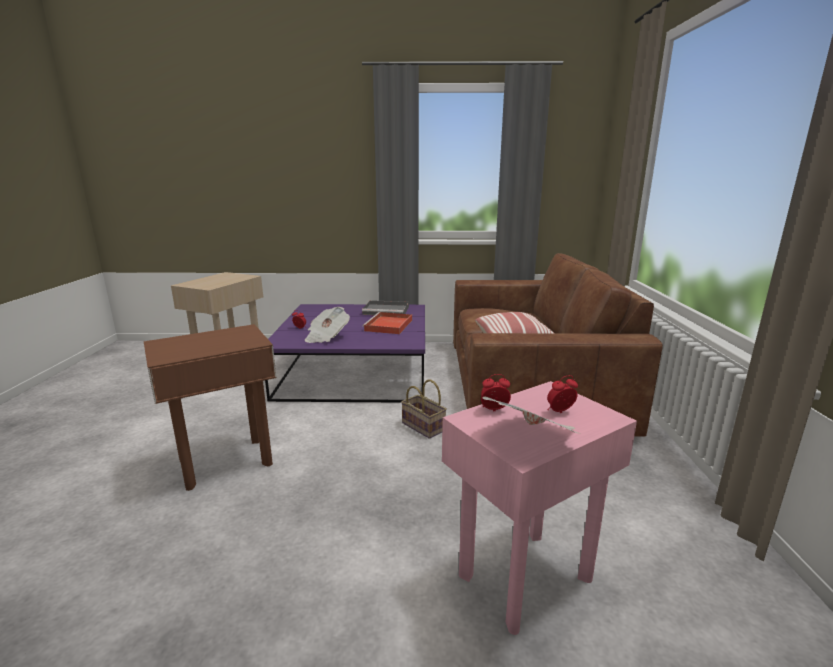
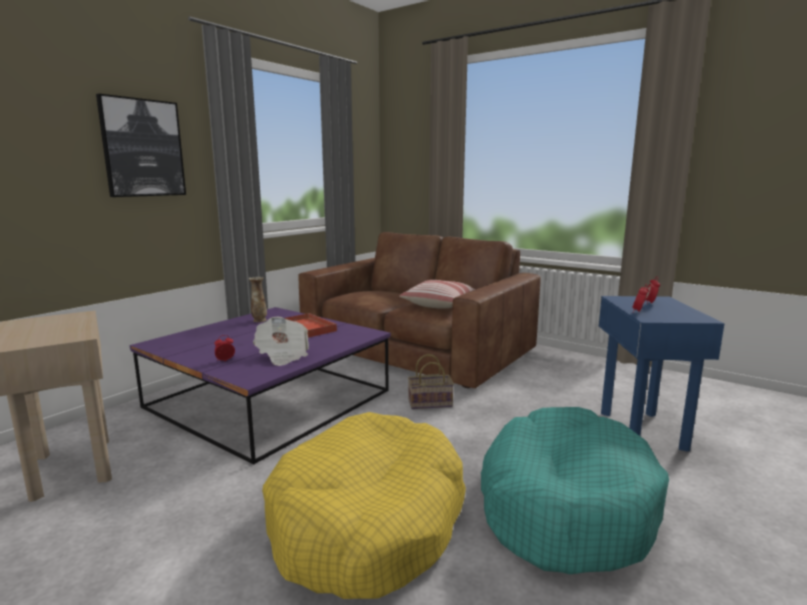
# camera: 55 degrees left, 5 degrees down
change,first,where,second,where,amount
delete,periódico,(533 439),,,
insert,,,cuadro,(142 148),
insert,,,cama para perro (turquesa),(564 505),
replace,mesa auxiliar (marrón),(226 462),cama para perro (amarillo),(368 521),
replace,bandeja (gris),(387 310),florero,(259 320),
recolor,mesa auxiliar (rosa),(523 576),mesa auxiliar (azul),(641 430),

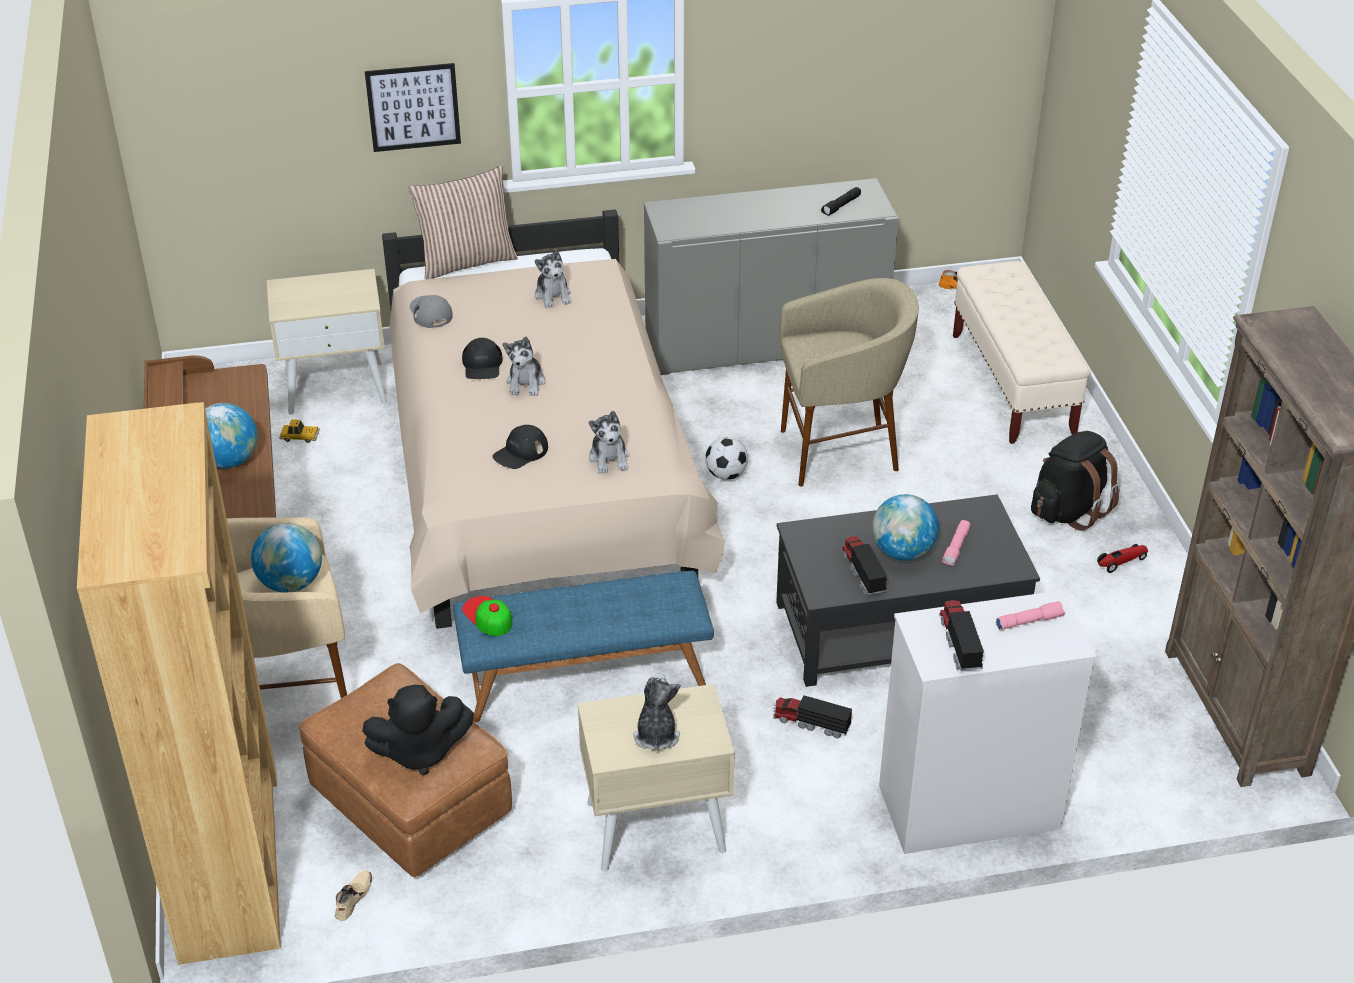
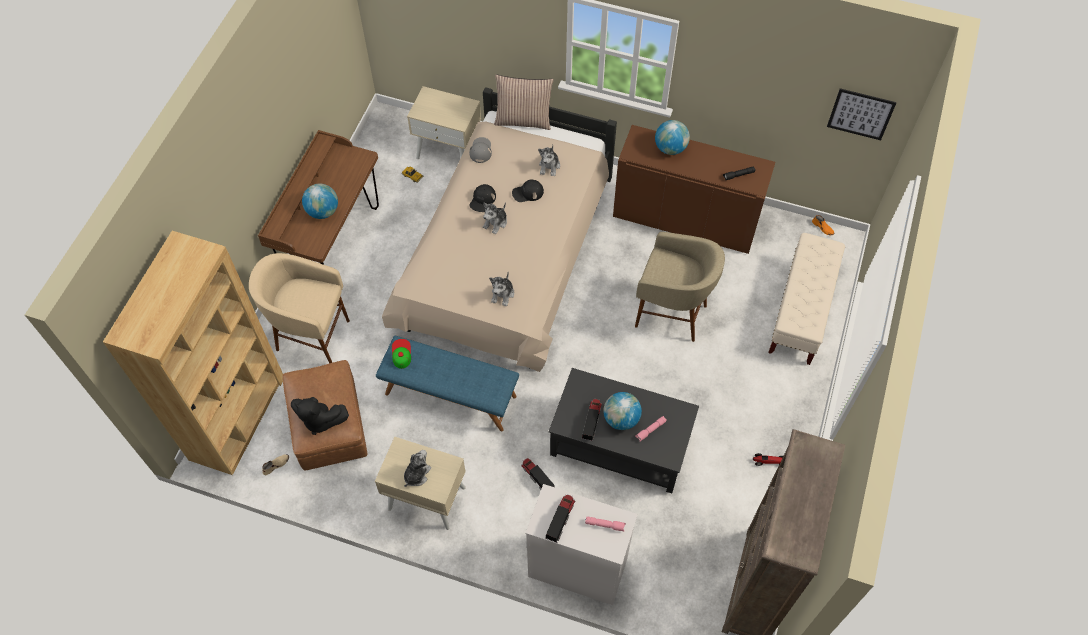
# camera: 30 degrees right, 20 degrees up
change,first,where,second,where,amount
delete,balón de fútbol,(726 475),,,
delete,mochila (negro),(1068 510),,,
move,globo terráqueo,(291 583),,(670 148),
move,cuadro,(413 107),,(860 114),
move,gorra (negro),(520 452),,(527 193),
recolor,armario (gris),(765 342),armario (marrón),(685 219),

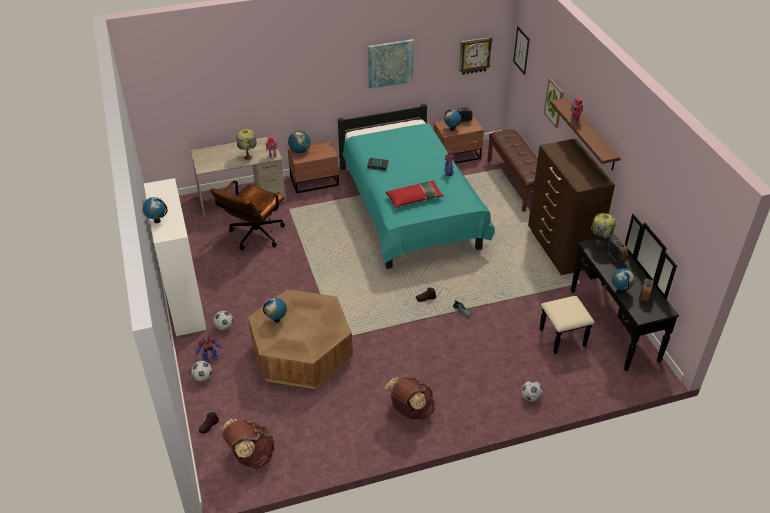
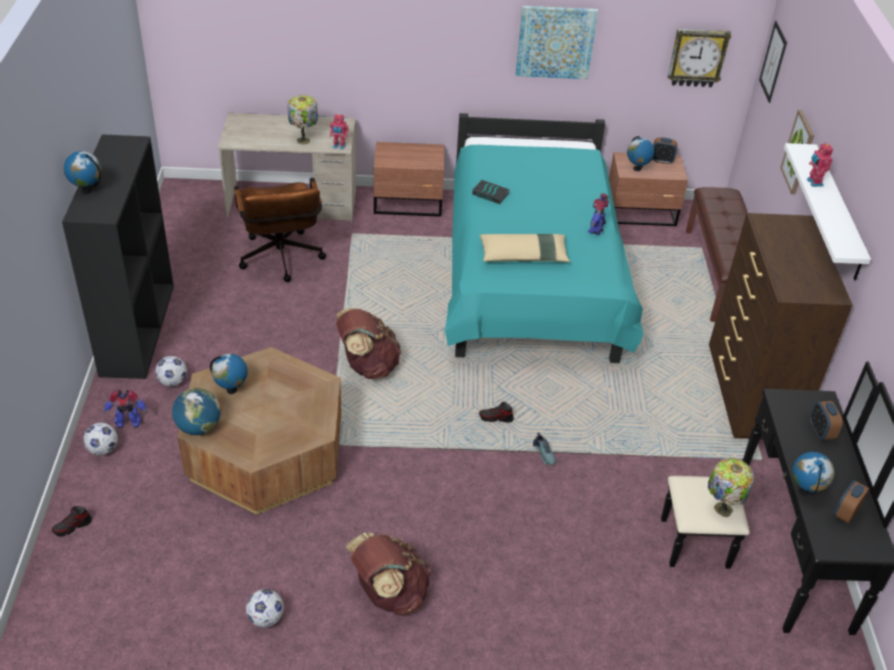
# camera: 15 degrees right, 0 degrees up
change,first,where,second,where,amount
move,mochila (marrón),(250 456),,(367 366),
move,globo terráqueo,(300 151),,(198 427),
move,balón de fútbol,(530 397),,(265 618),
move,lámpara de mesa,(599 243),,(721 509),
recolor,estantería (blanco),(184 301),estantería (negro),(137 328),
recolor,cojín (rojo),(414 198),cojín (beis),(523 255),
recolor,estante (marrón),(590 134),estante (blanco),(837 212),
rotate,silla de oficina (marrón),(253 237),,(281 261),60 degrees counterclockwise

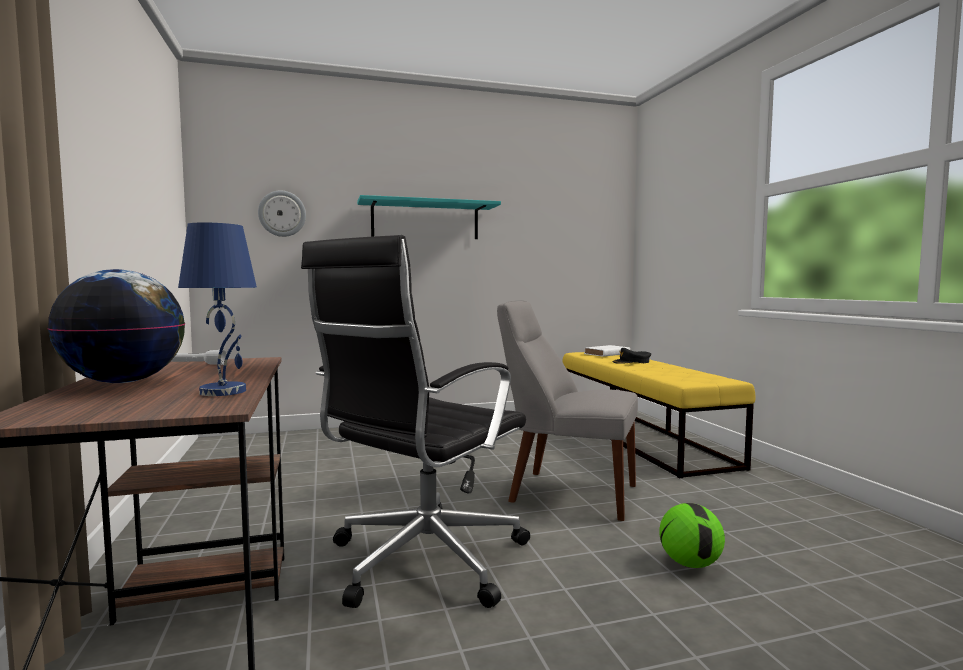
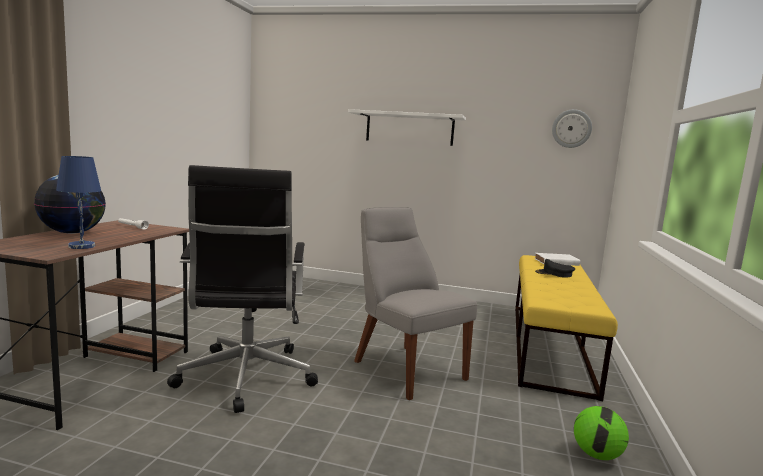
# camera: 30 degrees right, 5 degrees up
change,first,where,second,where,amount
move,reloj de pared,(282 213),,(571 128),
move,balón de fútbol,(690 564),,(596 455),
recolor,estante (turquesa),(425 221),estante (blanco),(409 129),
rotate,silla de oficina (negro),(422 561),,(245 378),75 degrees counterclockwise

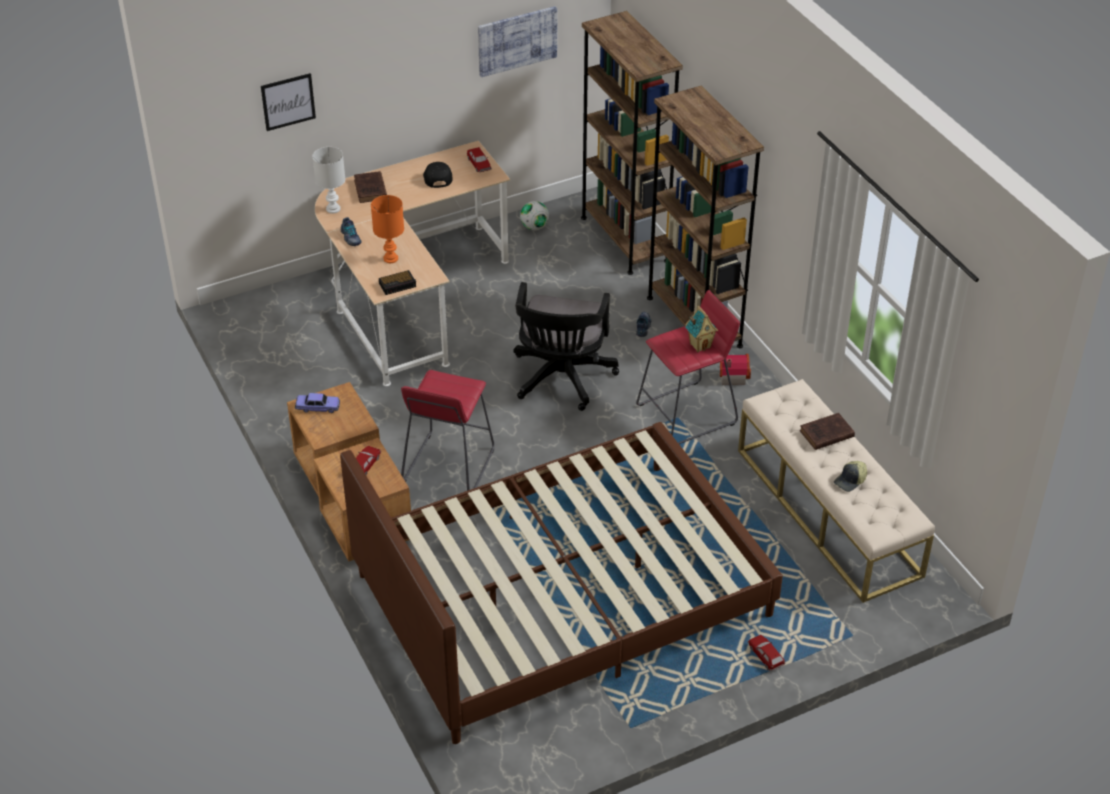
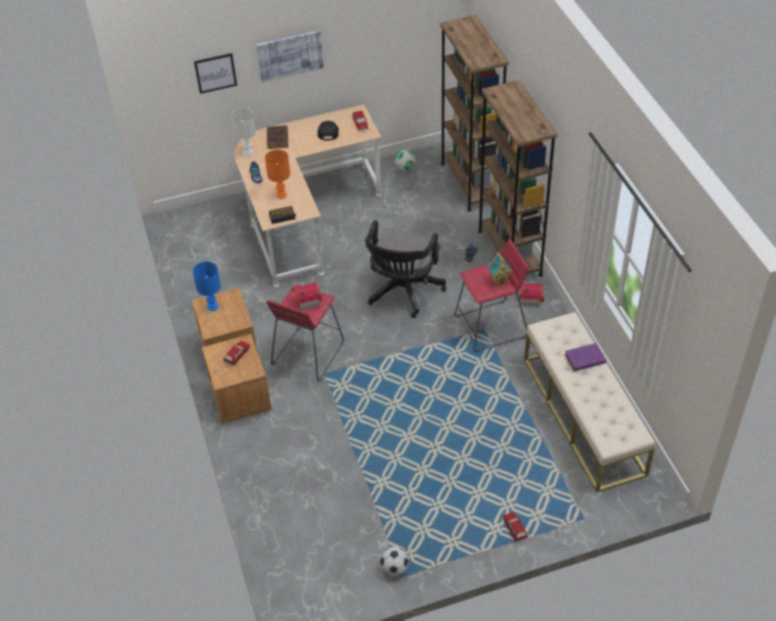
# camera: 10 degrees right, 5 degrees up
change,first,where,second,where,amount
delete,cama (marrón),(562 594),,,
delete,gorra,(850 481),,,
insert,,,casita,(306 300),
insert,,,balón de fútbol,(394 568),
move,cuadro,(517 40),,(290 55),
replace,coche de juguete,(317 407),lámpara de mesa (azul),(212 306),
recolor,libro (marrón),(825 434),libro (morado),(584 359),

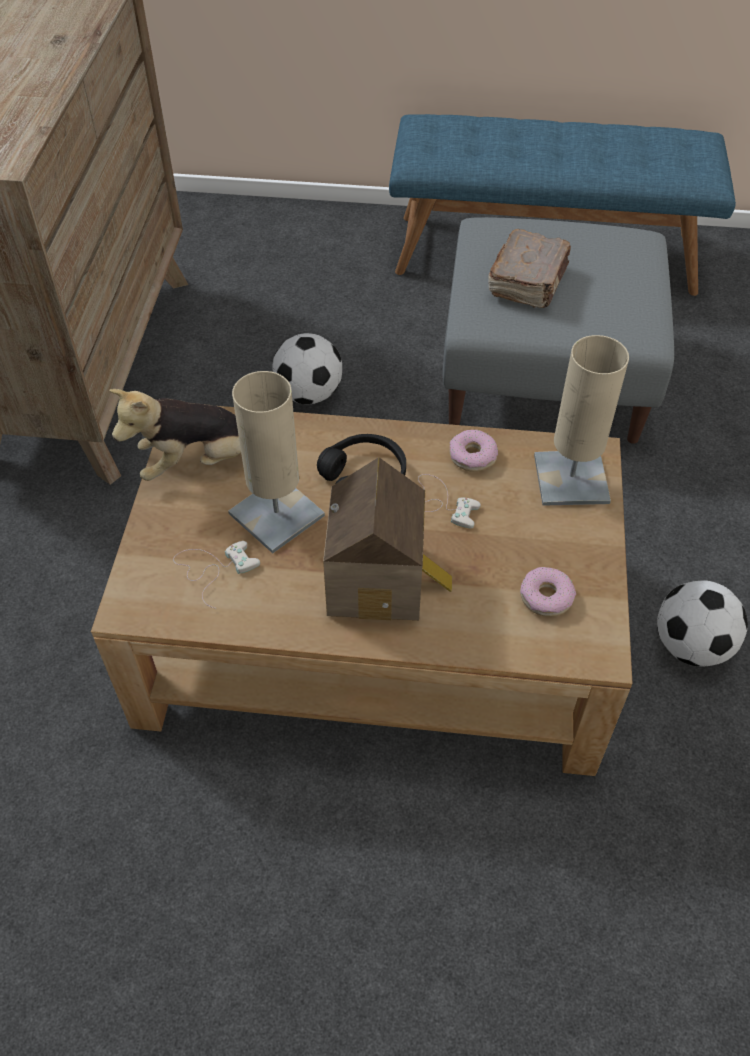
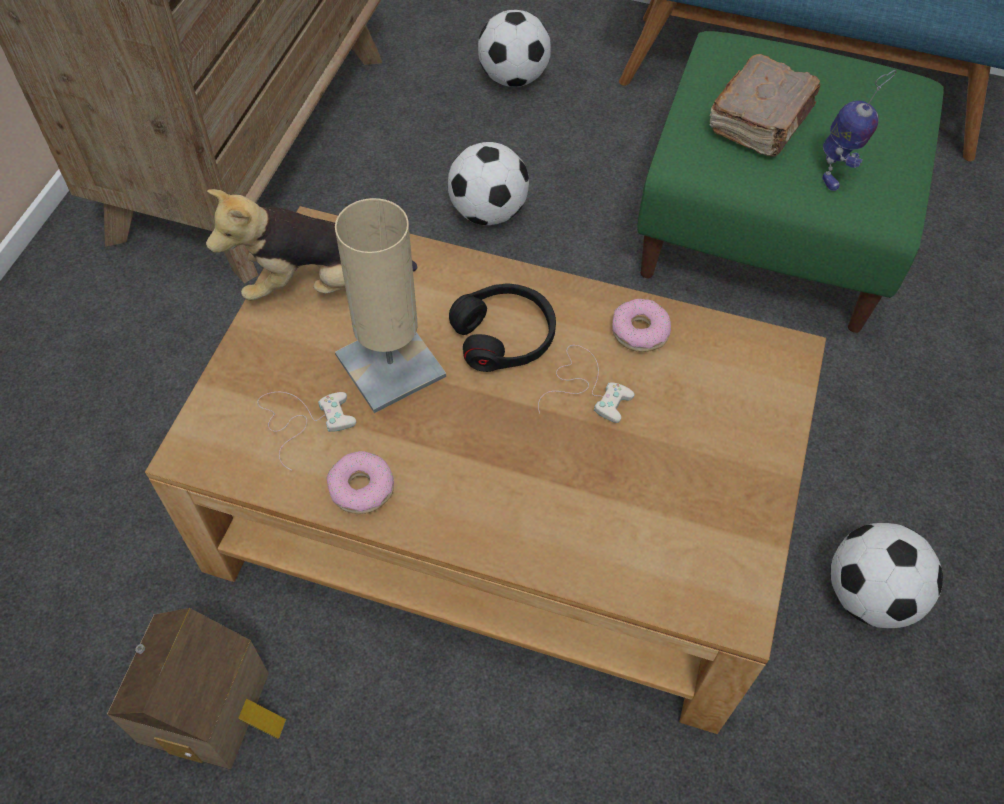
# camera: 10 degrees right, 5 degrees up
change,first,where,second,where,amount
delete,lámpara de mesa (beis),(571 479),,,
insert,,,balón de fútbol,(513 78),
insert,,,robot de juguete,(835 172),
move,casita,(381 580),,(211 708),
move,rosquilla,(546 597),,(361 488),
recolor,puf (gris),(546 374),puf (verde),(768 230),

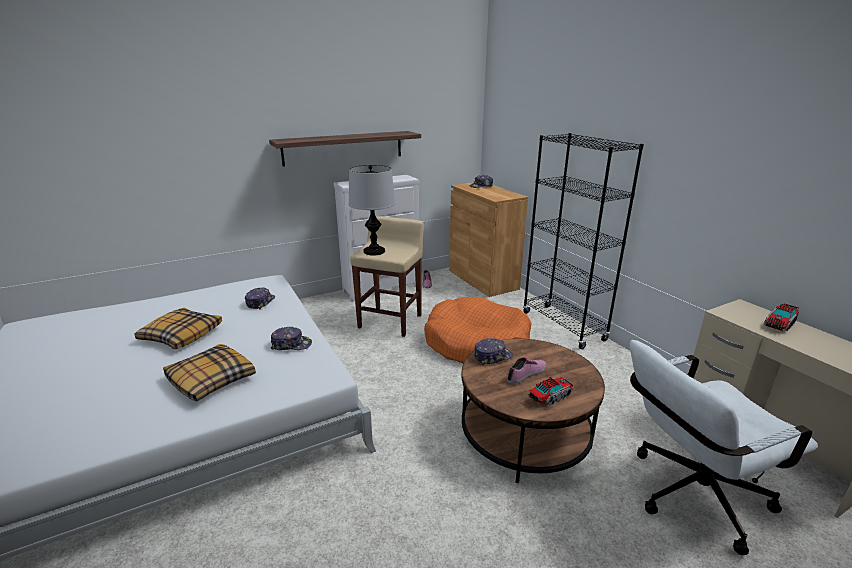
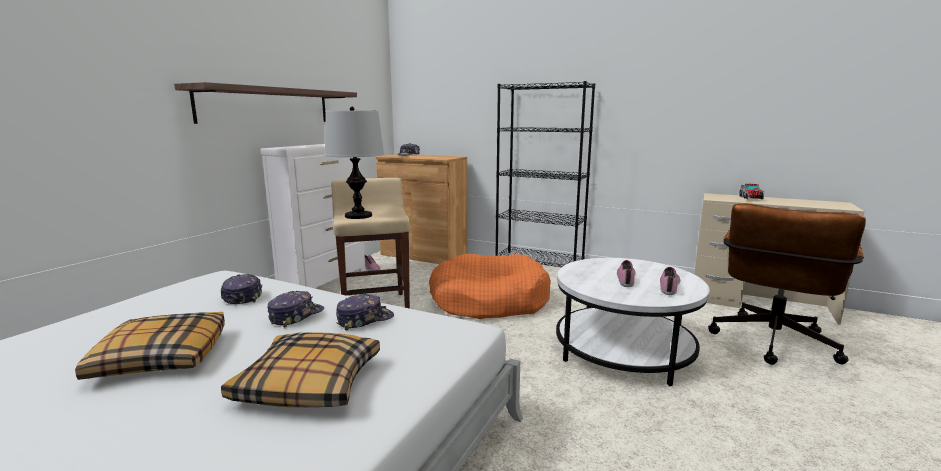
# camera: 35 degrees left, 10 degrees down
change,first,where,second,where,amount
move,gorra,(492 356),,(296 316),
replace,camión de juguete,(550 396),zapato,(669 286),
recolor,mesa de centro (marrón),(524 434),mesa de centro (blanco),(623 350),
recolor,silla de oficina (blanco),(688 497),silla de oficina (marrón),(771 345),

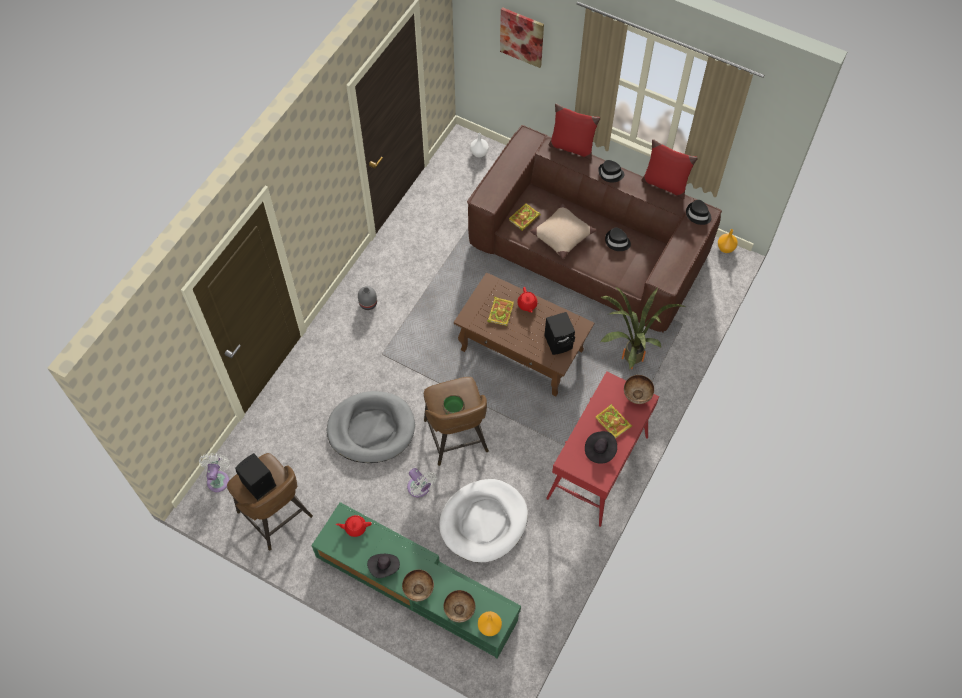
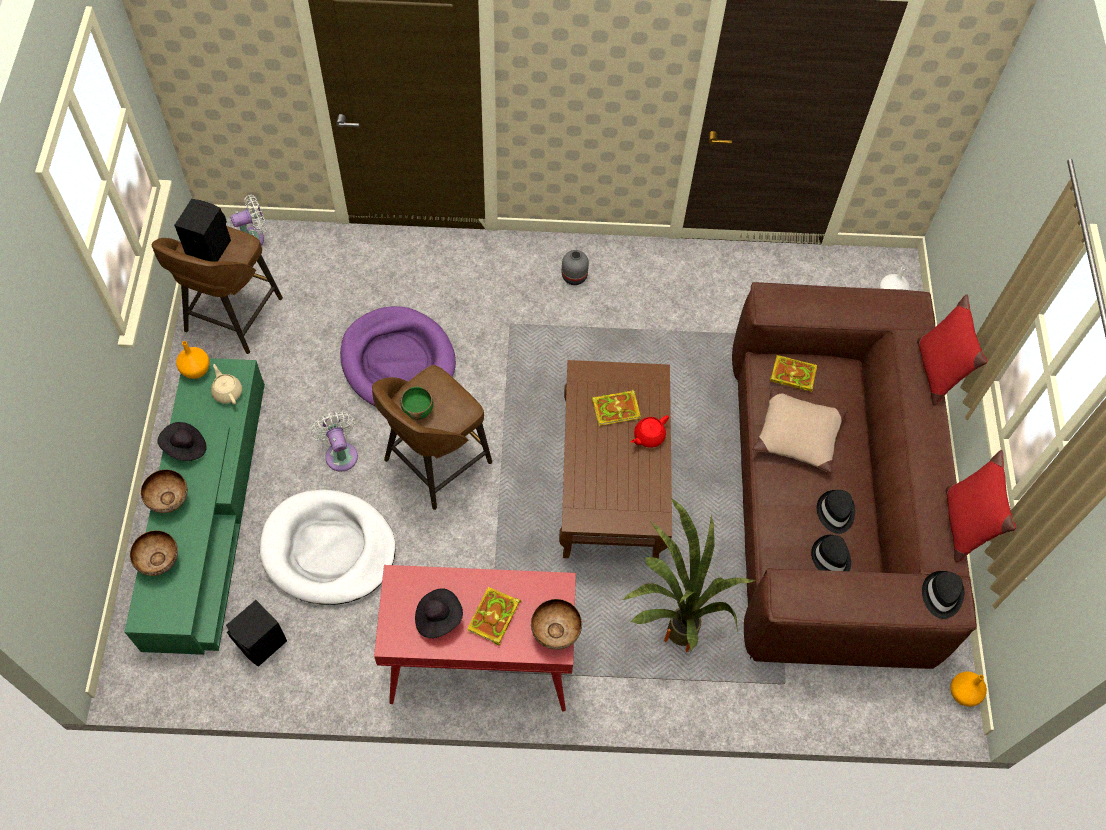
# camera: 60 degrees right, 0 degrees up
change,first,where,second,where,amount
delete,cuadro,(522 37),,,
move,florero (naranja),(489 626),,(196 370),
move,altavoz (negro),(559 342),,(262 644),
move,sombrero (negro),(610 174),,(831 558),
recolor,cama para perro (gris),(371 429),cama para perro (morado),(398 361),
recolor,tetera (rojo),(355 527),tetera (beis),(227 392),
rotate,ventilador (blanco),(420 489),,(340 453),135 degrees clockwise

